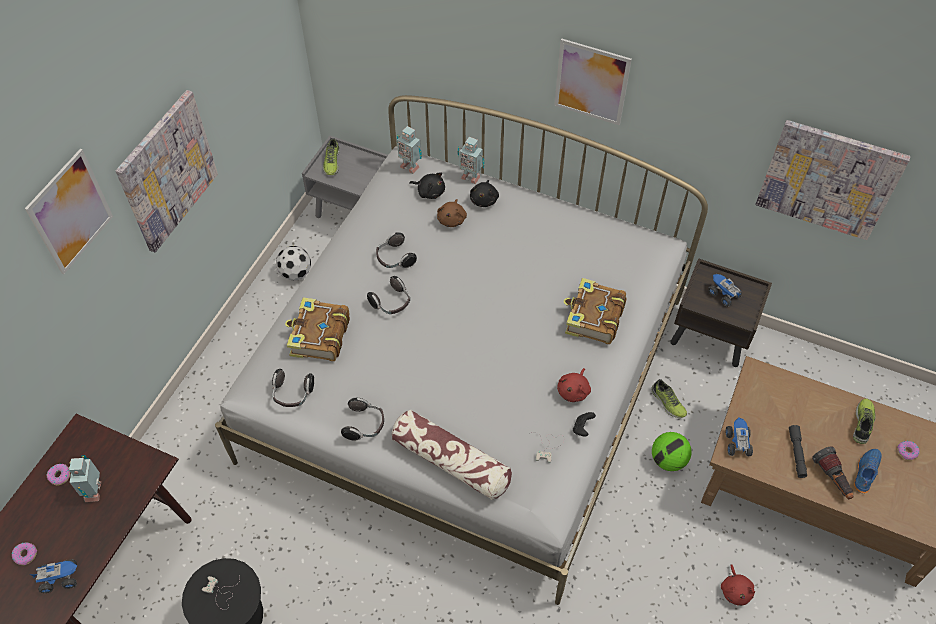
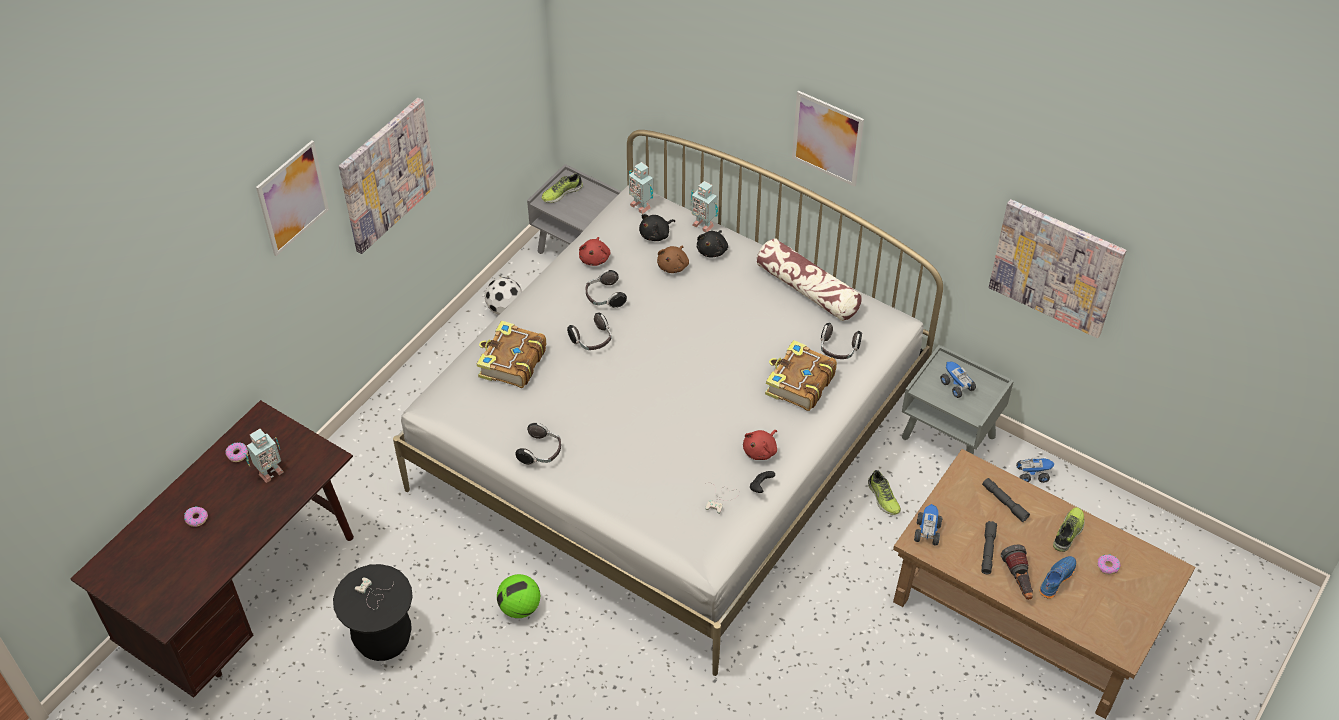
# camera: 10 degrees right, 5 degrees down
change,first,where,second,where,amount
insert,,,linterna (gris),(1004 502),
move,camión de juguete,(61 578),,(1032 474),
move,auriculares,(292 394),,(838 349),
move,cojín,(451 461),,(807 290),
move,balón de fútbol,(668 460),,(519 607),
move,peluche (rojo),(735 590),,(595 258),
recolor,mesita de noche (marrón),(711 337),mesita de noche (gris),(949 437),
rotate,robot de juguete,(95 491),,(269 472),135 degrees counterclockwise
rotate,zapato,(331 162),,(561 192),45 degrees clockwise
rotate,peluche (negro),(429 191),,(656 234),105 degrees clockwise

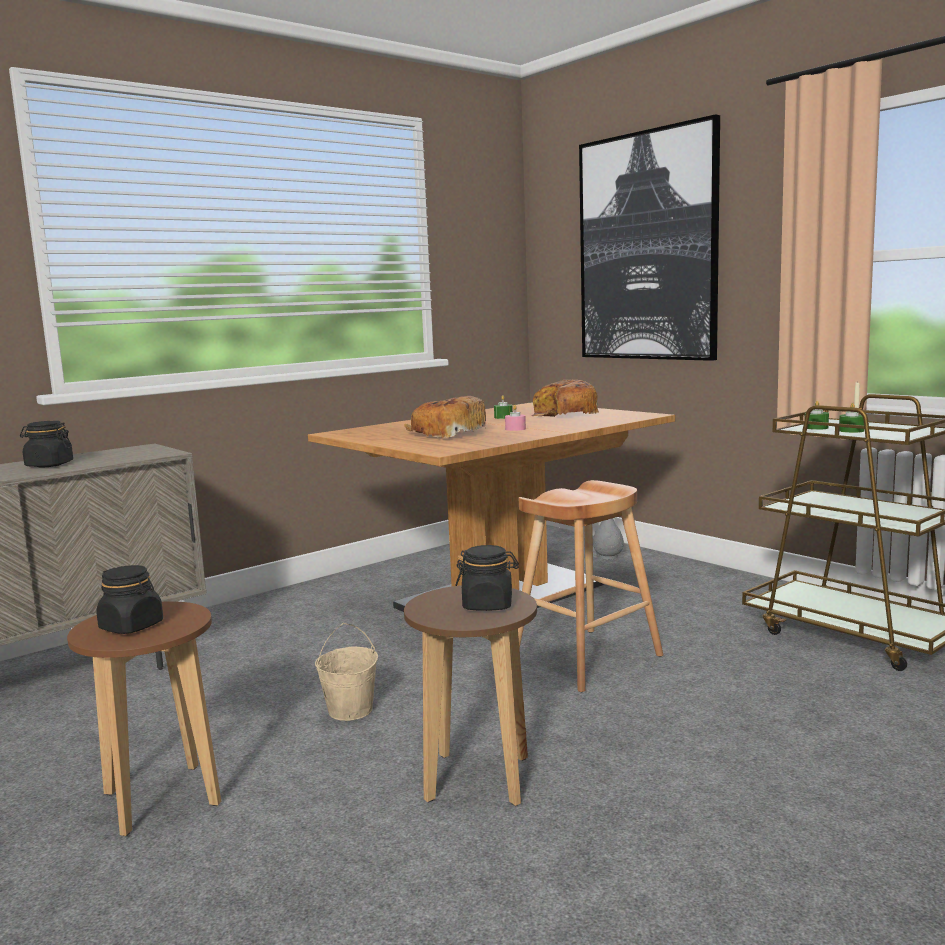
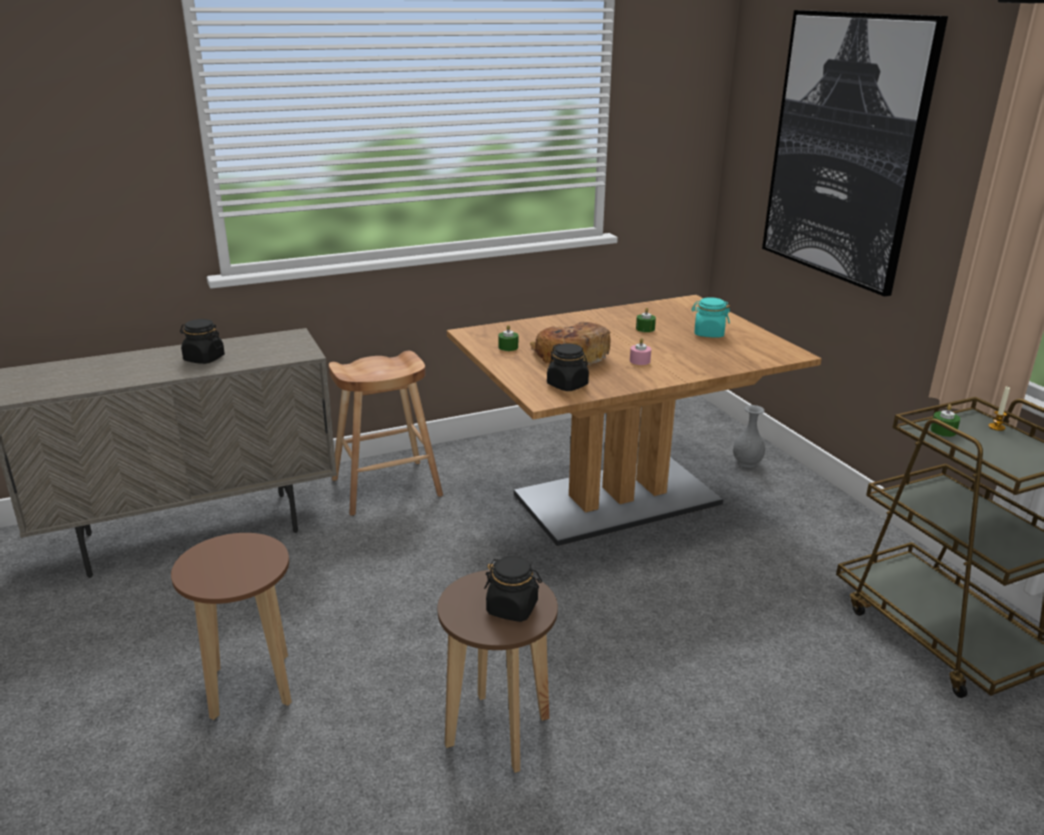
# camera: 15 degrees right, 15 degrees up
change,first,where,second,where,amount
delete,cubo (beis),(350 710),,,
move,tarro (negro),(132 626),,(567 385),
move,taburete (marrón),(586 659),,(387 487),
move,vela (verde),(851 430),,(508 347),
replace,pan,(564 414),tarro (turquesa),(708 333),

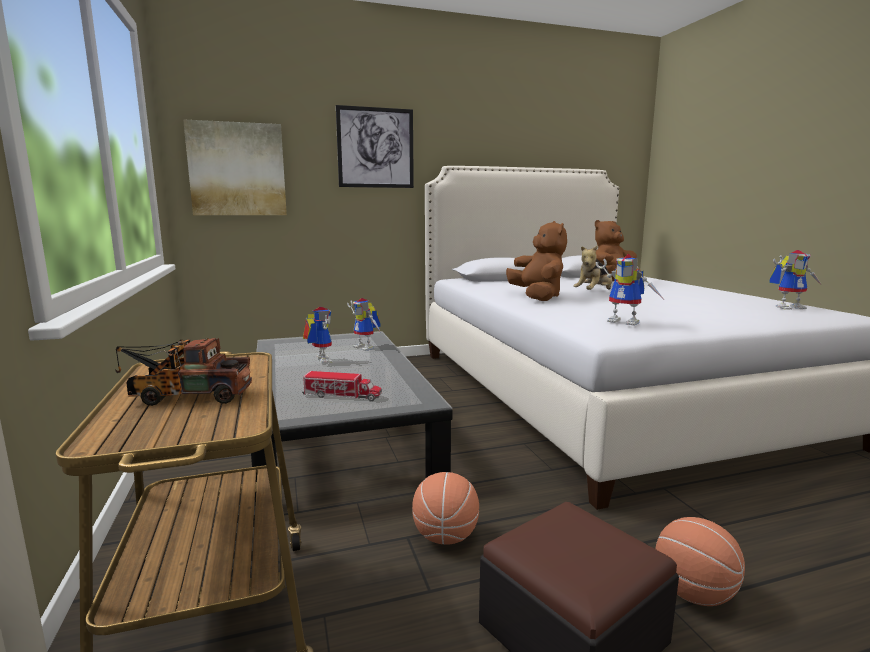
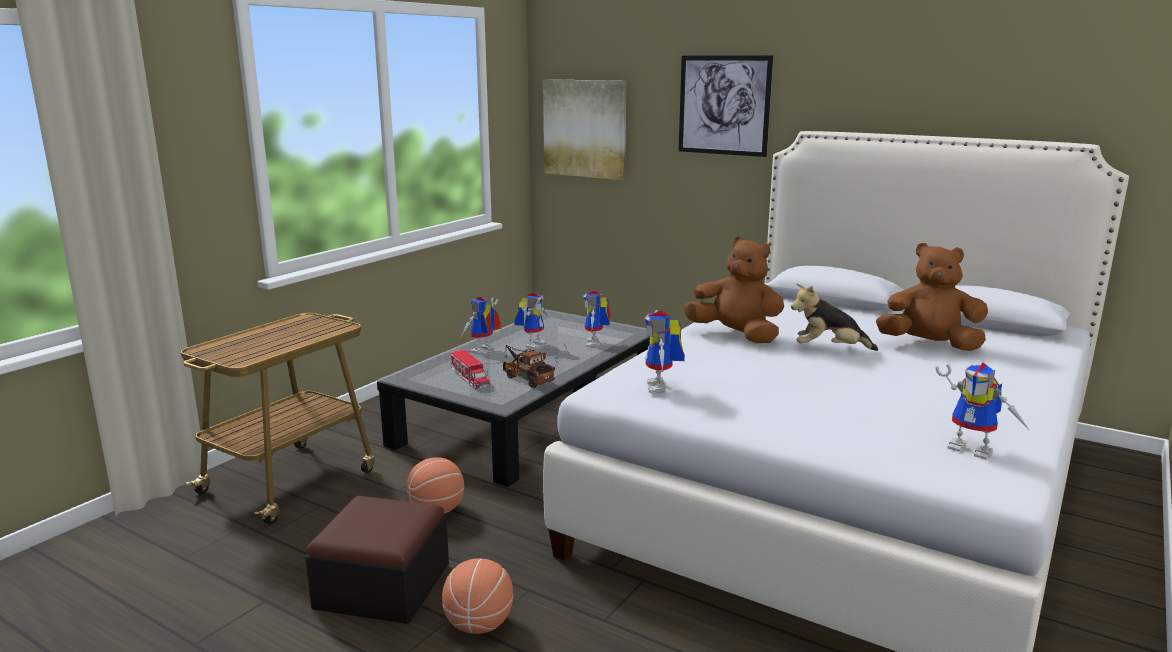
# camera: 50 degrees right, 5 degrees up
change,first,where,second,where,amount
insert,,,robot de juguete,(482 351),
move,camión de juguete,(185 396),,(526 378),
rotate,peluche (marrón),(537 297),,(736 335),90 degrees counterclockwise

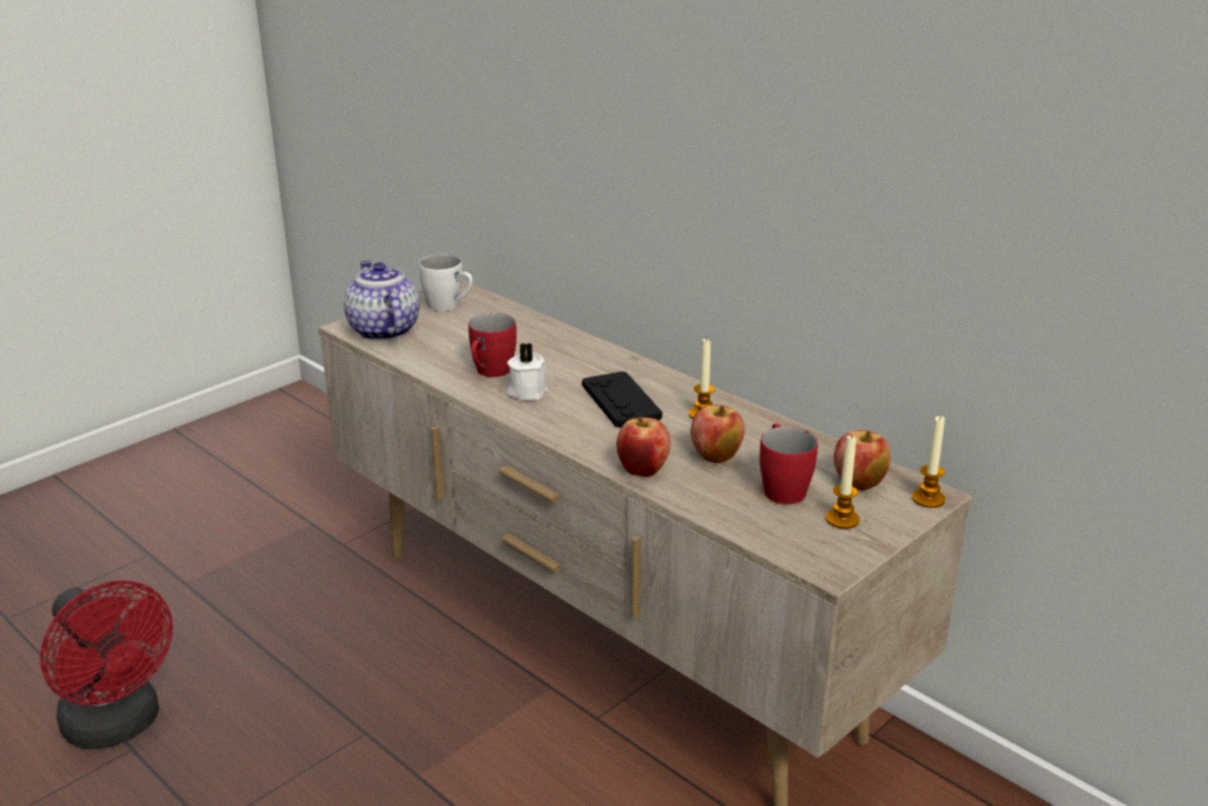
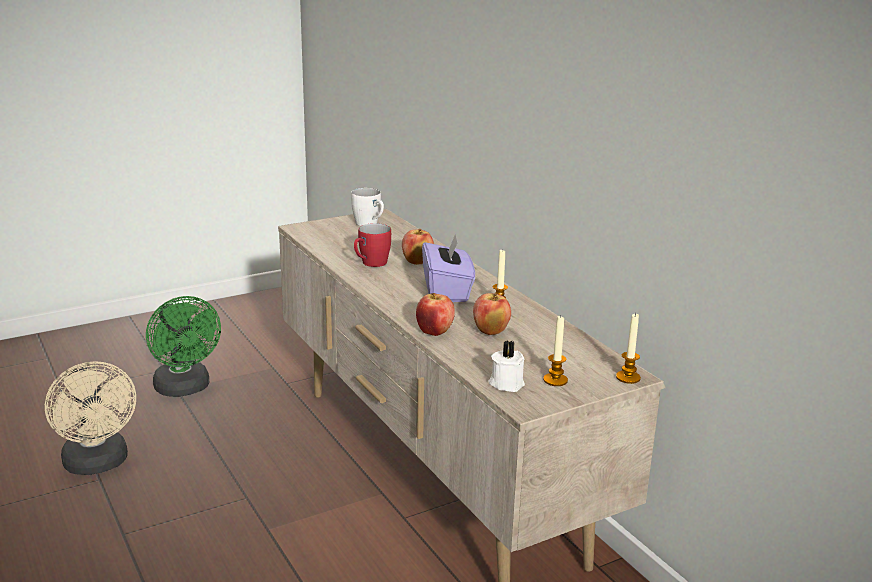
# camera: 15 degrees right, 5 degrees down
change,first,where,second,where,amount
delete,tetera,(382 330),,,
delete,taza grande (rojo),(781 487),,,
insert,,,ventilador (verde),(185 389),
move,vela (blanco),(527 391),,(506 383),
move,manzana,(858 484),,(417 262),
replace,mando de consola (negro),(621 401),caja de pañuelos (morado),(447 291),
recolor,ventilador (rojo),(119 726),ventilador (beis),(98 464),

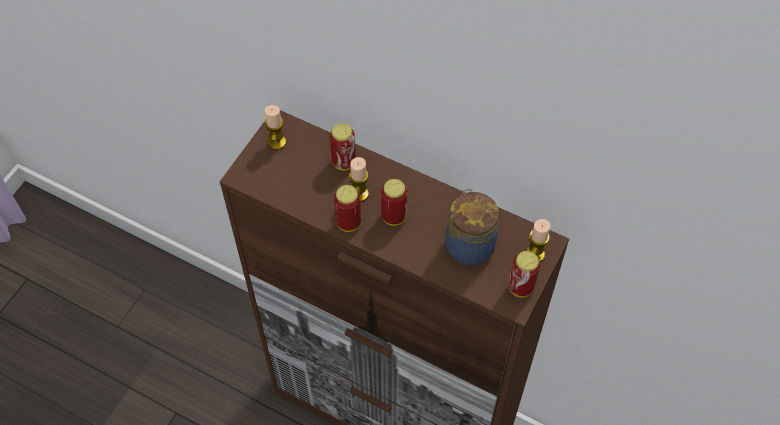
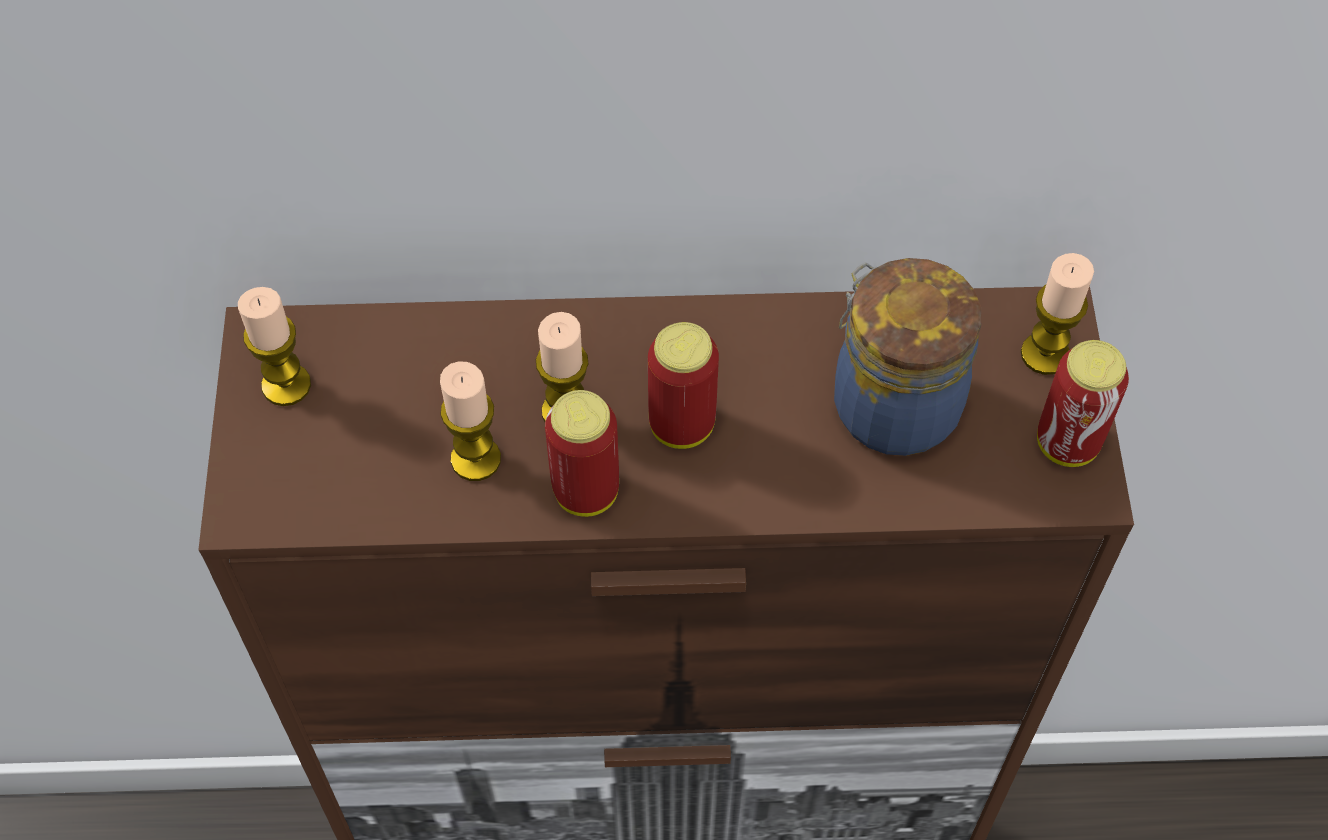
# camera: 30 degrees left, 0 degrees up
change,first,where,second,where,amount
delete,lata,(344 162),,,
insert,,,vela,(476 459),

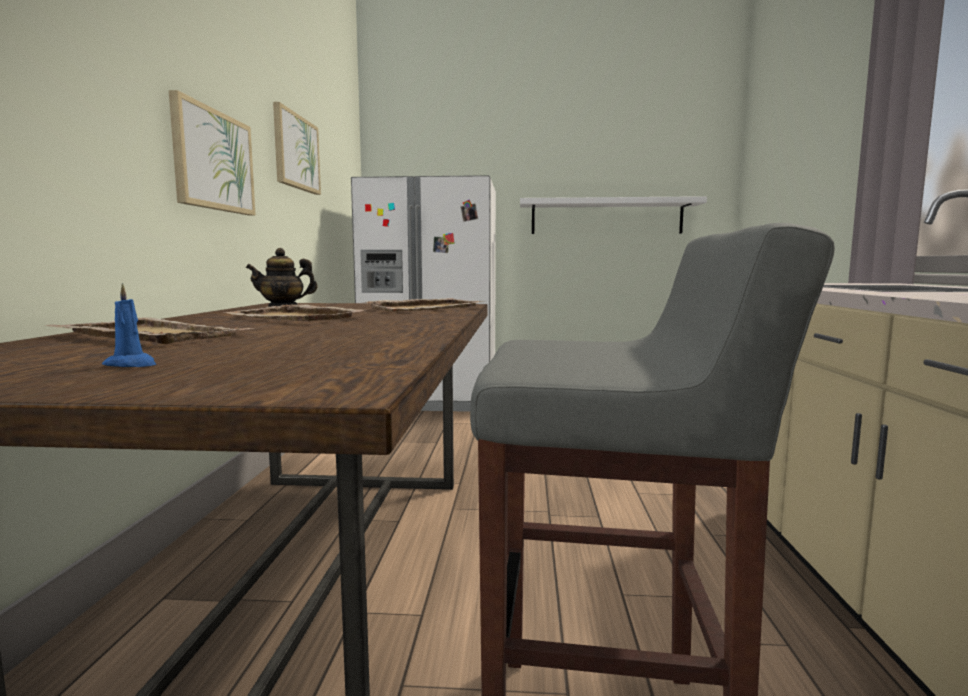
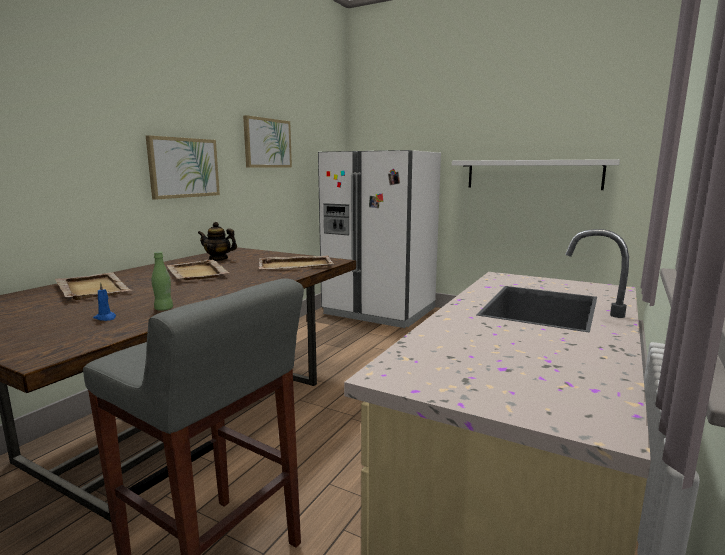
# camera: 25 degrees right, 5 degrees up
change,first,where,second,where,amount
insert,,,botella (verde),(164 309),
move,vela (azul),(132 365),,(105 318),

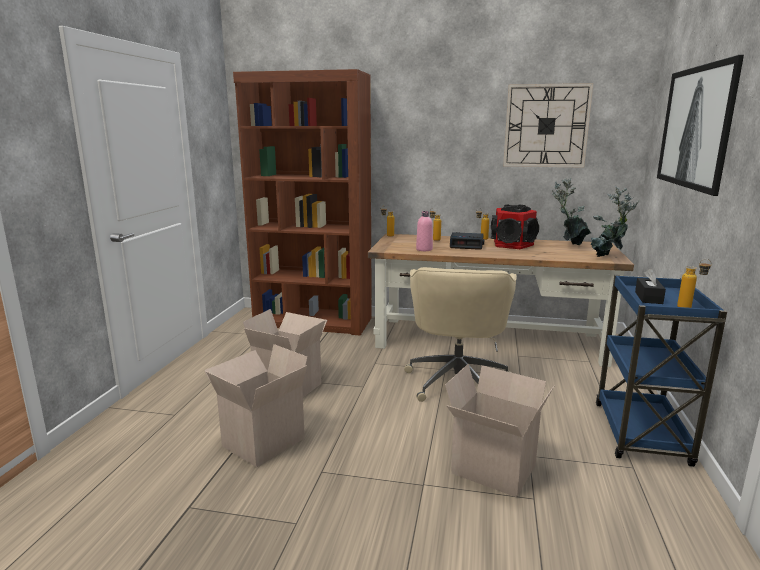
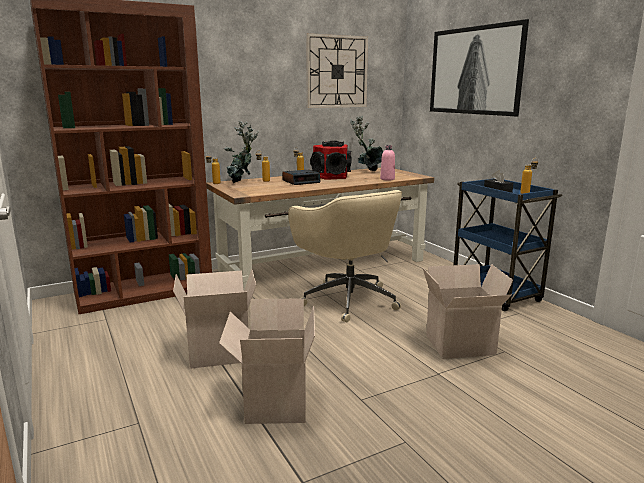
# camera: 40 degrees left, 0 degrees up
change,first,where,second,where,amount
move,botella (rosa),(424 249),,(387 179),
move,planta en maceta,(607 258),,(241 183),

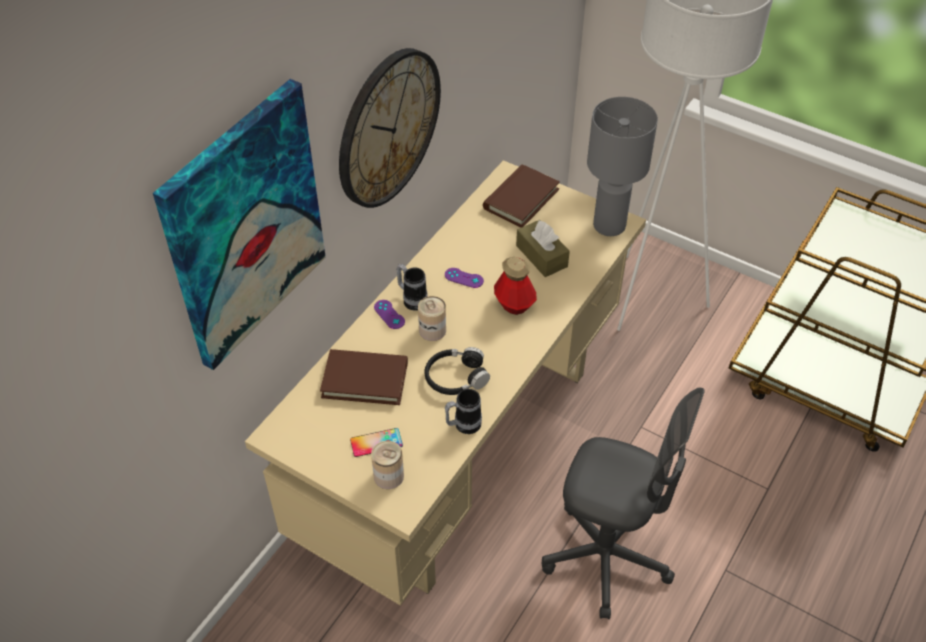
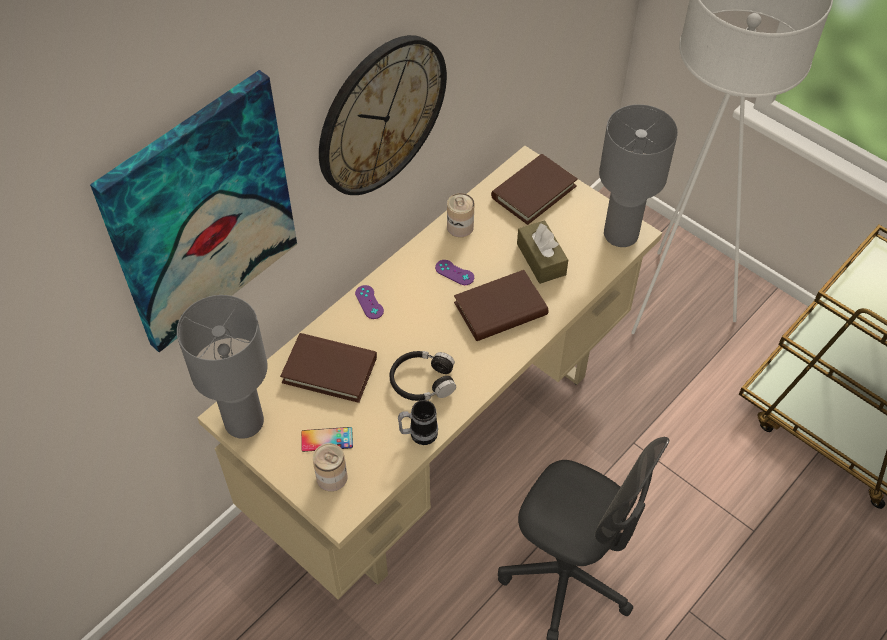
# camera: 10 degrees right, 5 degrees up
change,first,where,second,where,amount
delete,taza grande,(412 299),,,
insert,,,lámpara de mesa (gris),(244 421),
move,lata,(432 330),,(460 227),
replace,botella,(514 304),libro (marrón),(500 309),

